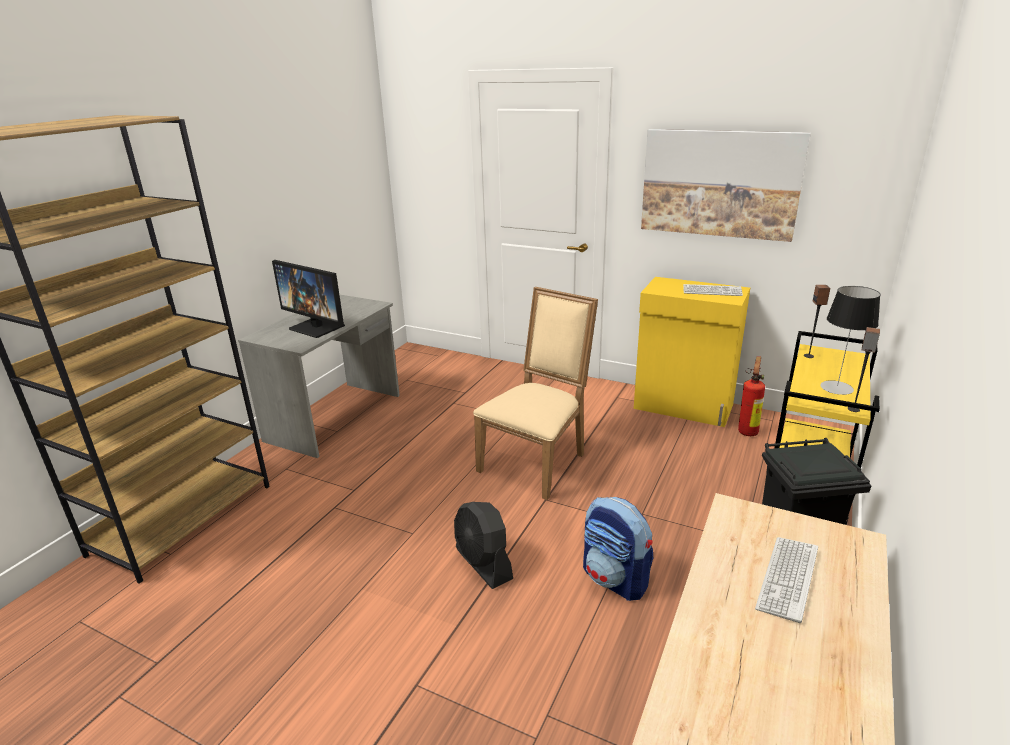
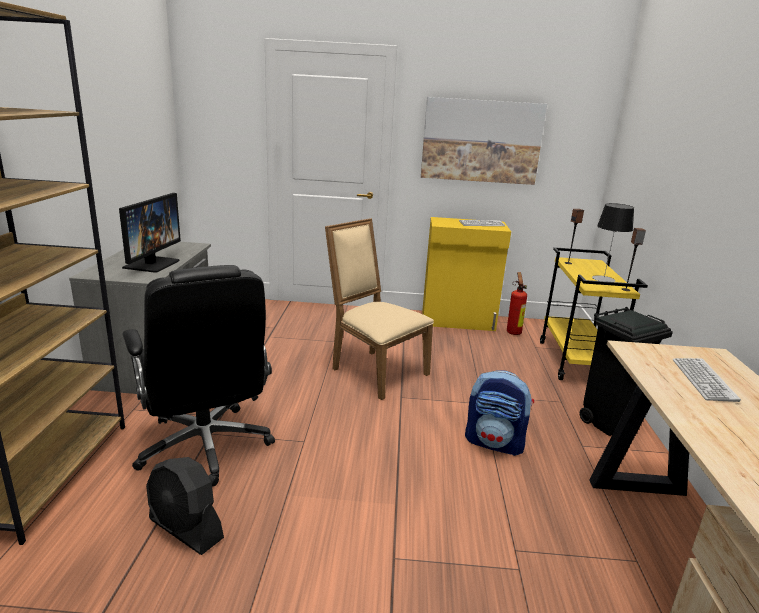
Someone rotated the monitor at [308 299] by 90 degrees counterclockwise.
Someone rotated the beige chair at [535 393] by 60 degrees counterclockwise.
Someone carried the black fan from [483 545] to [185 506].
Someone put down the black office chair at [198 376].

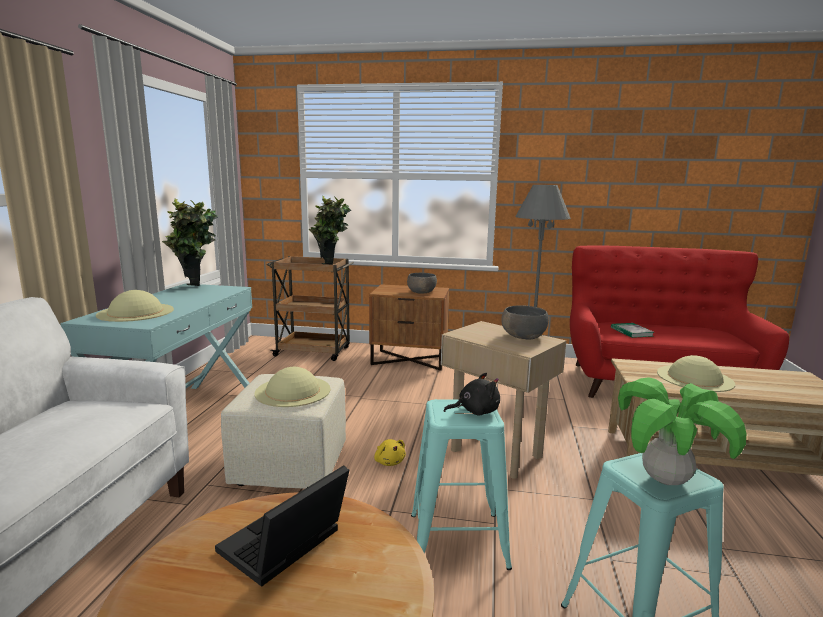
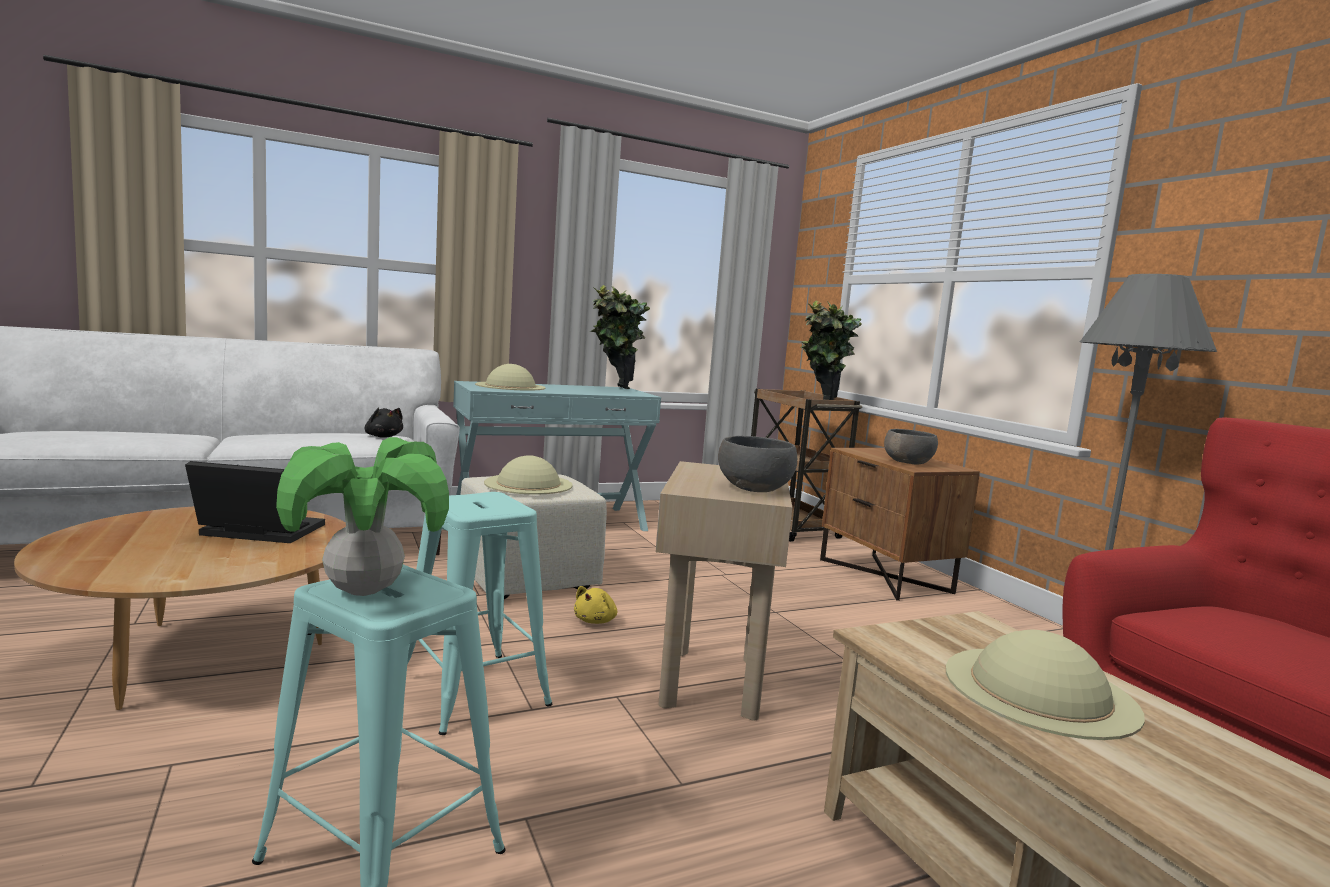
Someone took away the book at [632 330].
Someone carried the black plush toy from [472 394] to [384 423].

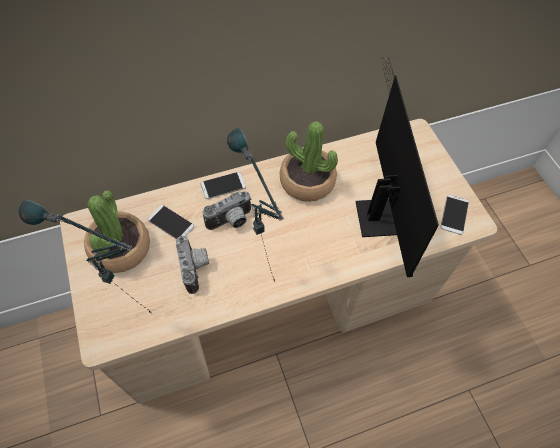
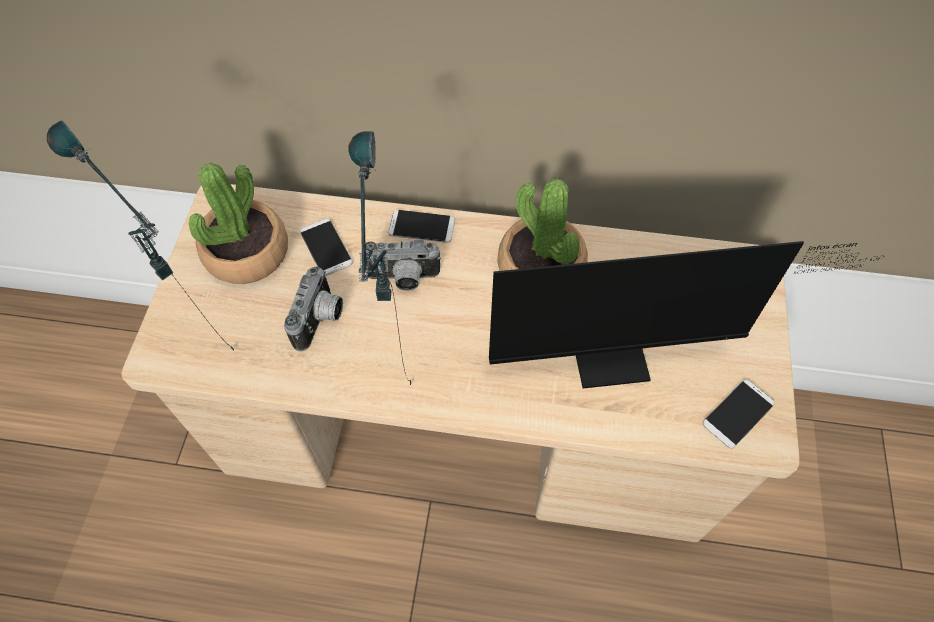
Someone rotated the monitor at [397 166] by 60 degrees clockwise.

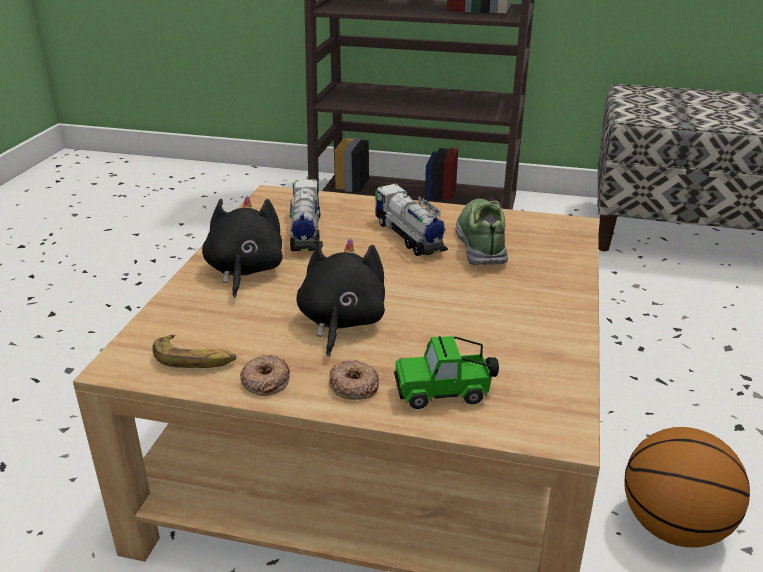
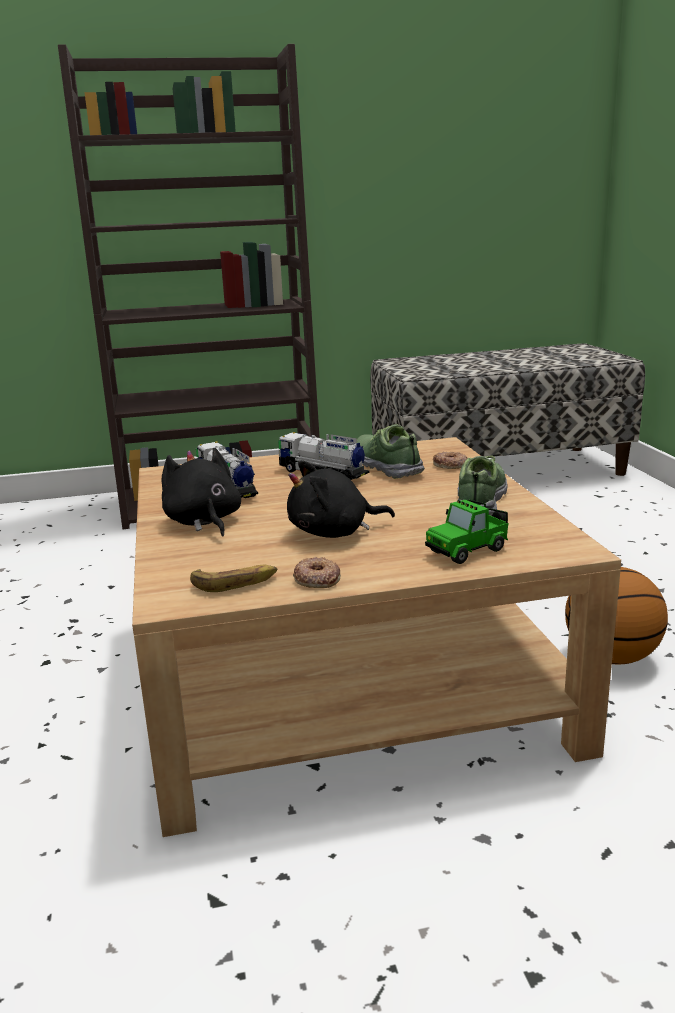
Someone rotated the black plush toy at [340 298] by 90 degrees counterclockwise.
Someone carried the donut from [354 380] to [450 460].
Someone put down the shoe at [482 485].

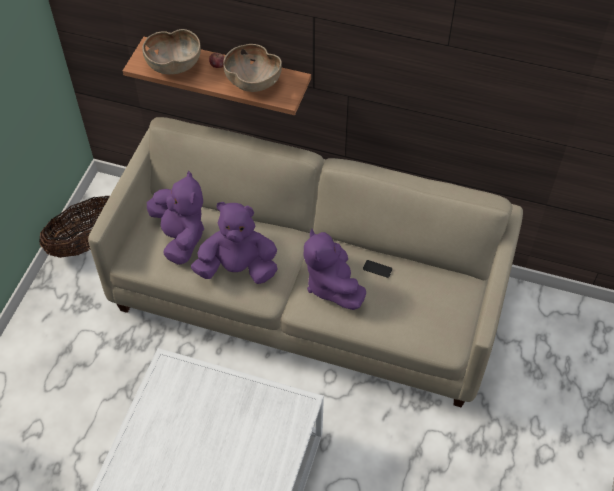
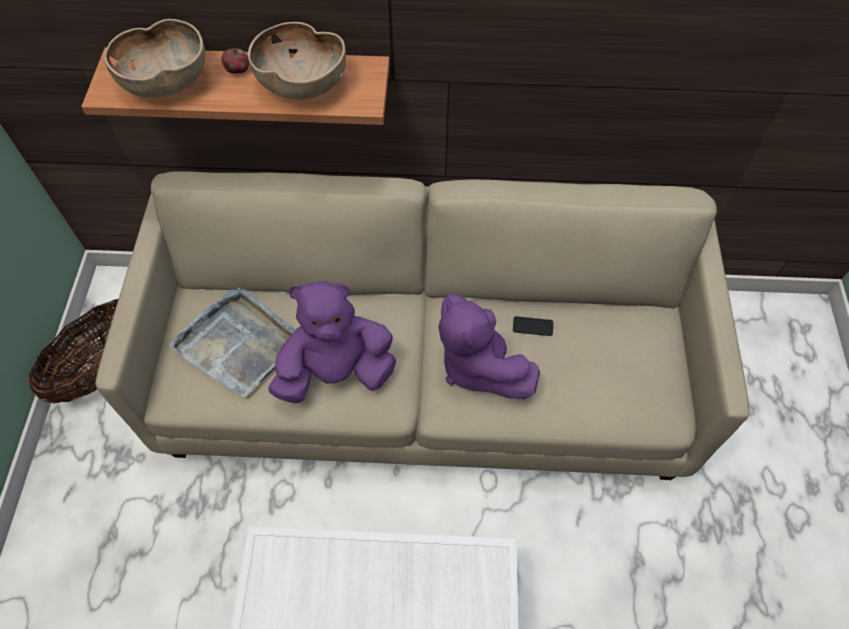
Someone swapped the purple plush toy at [175 218] for the grey tray at [232 342].

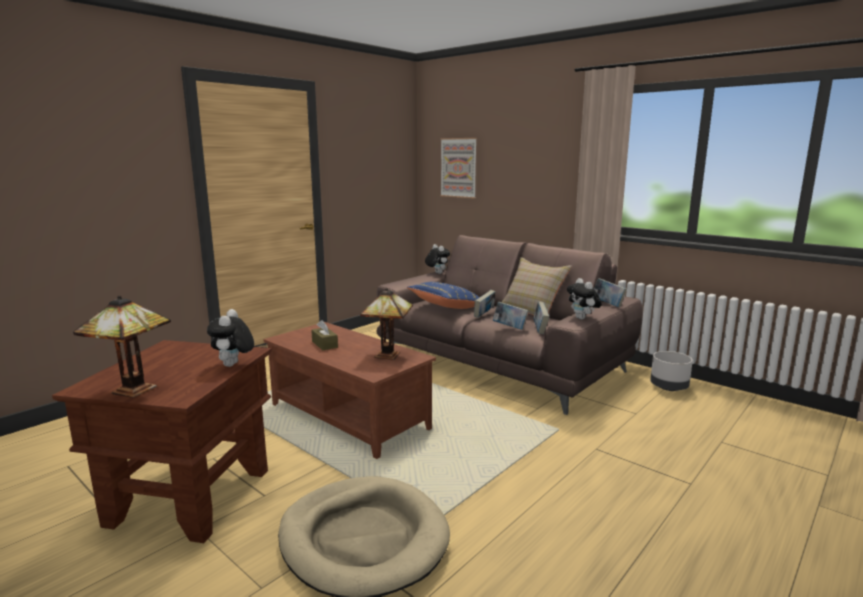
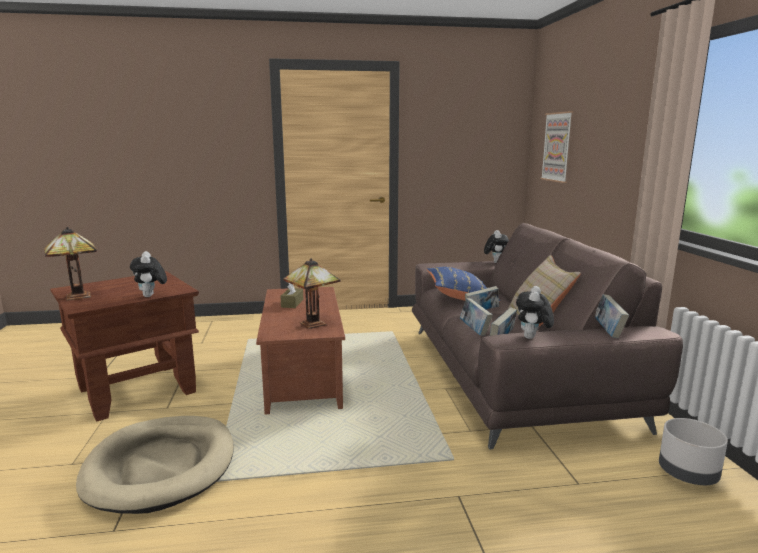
Someone rotated the plush toy at [230 338] by 60 degrees counterclockwise.

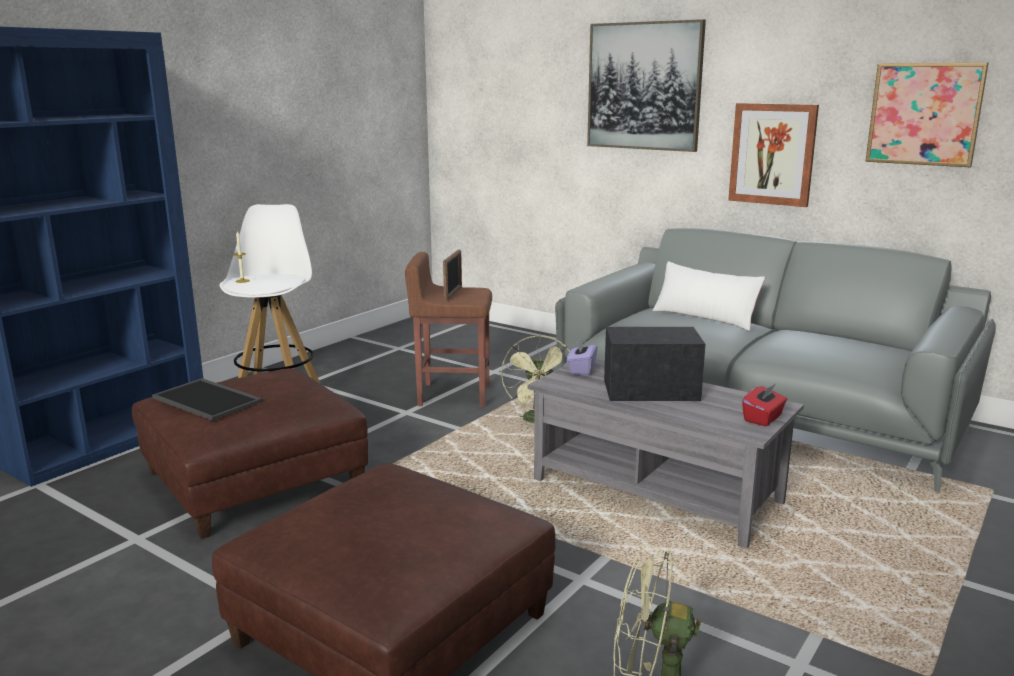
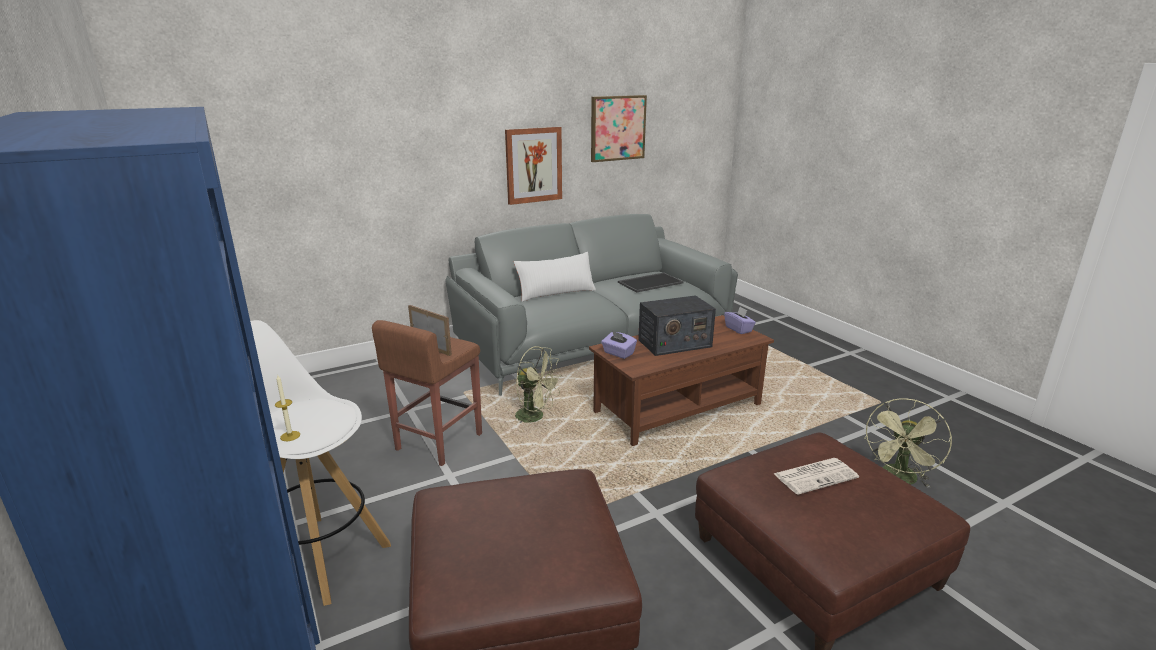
Someone took away the picture at [646 85].
Someone rotated the radio at [654 364] by 135 degrees counterclockwise.
Someone repainted the grey coffee table at [665 454], which became the brown coffee table at [681 380].
Someone carried the tray from [207 399] to [651 282].
Someone repainted the red tissue box at [764 405], which became the purple tissue box at [740 320].
Someone put down the newspaper at [816 476].

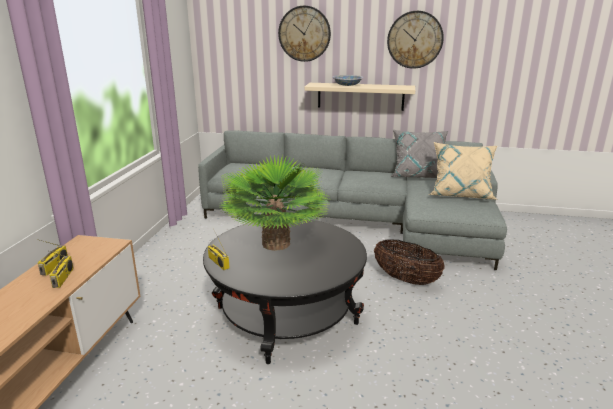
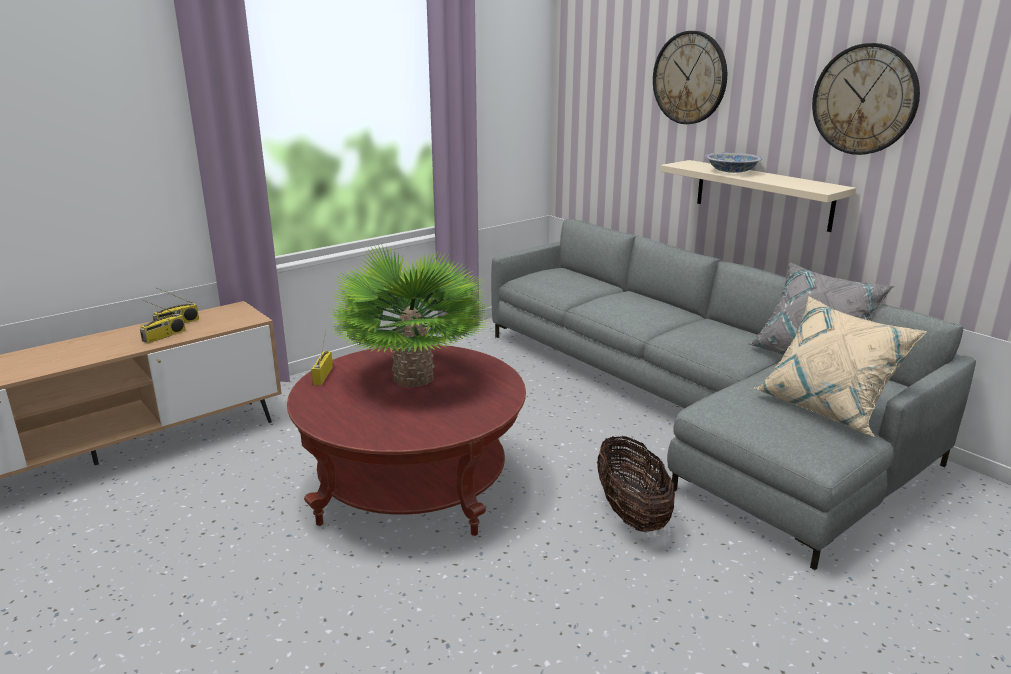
Someone repainted the black coffee table at [285 291], which became the red coffee table at [406 440].

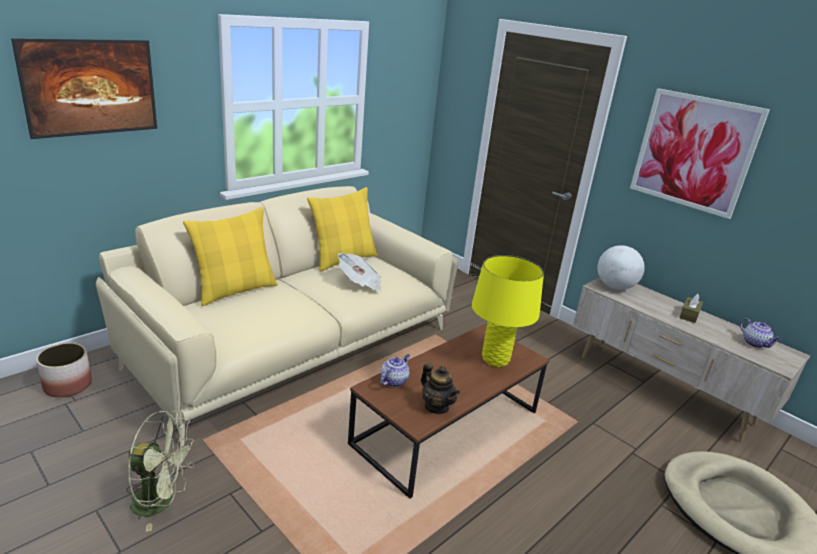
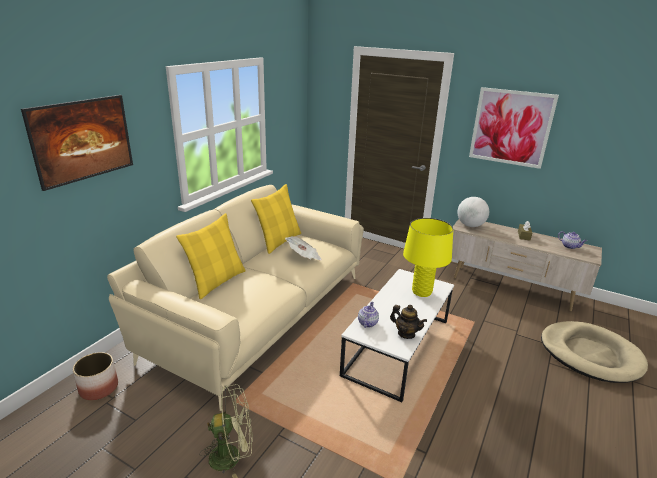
Someone repainted the brown coffee table at [449 411], which became the white coffee table at [397 335].

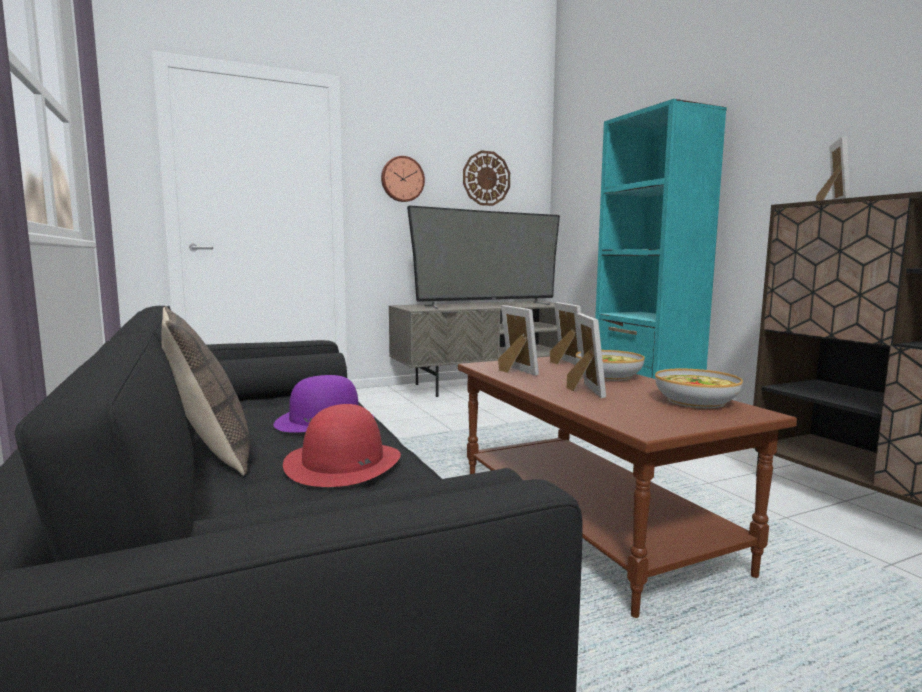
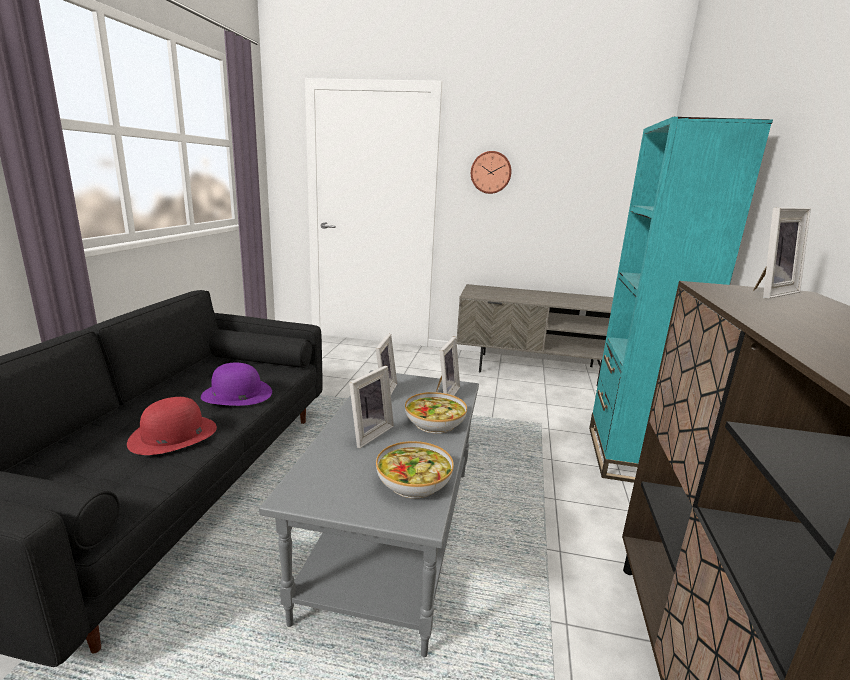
Someone took away the wall clock at [486 178].
Someone took away the television at [483 257].
Someone took away the pillow at [205 391].
Someone repainted the brown coffee table at [627 487], which became the grey coffee table at [369 513].

